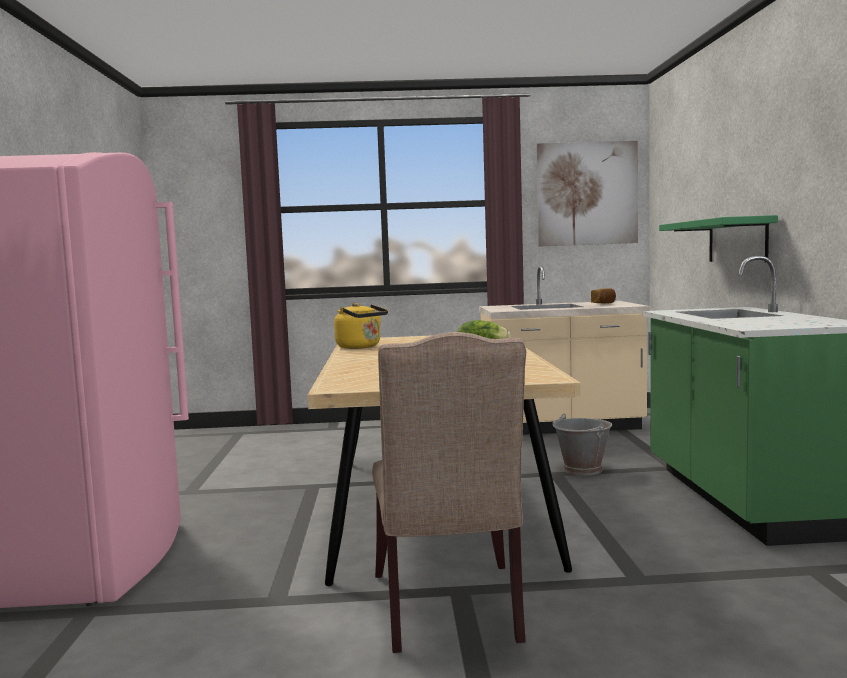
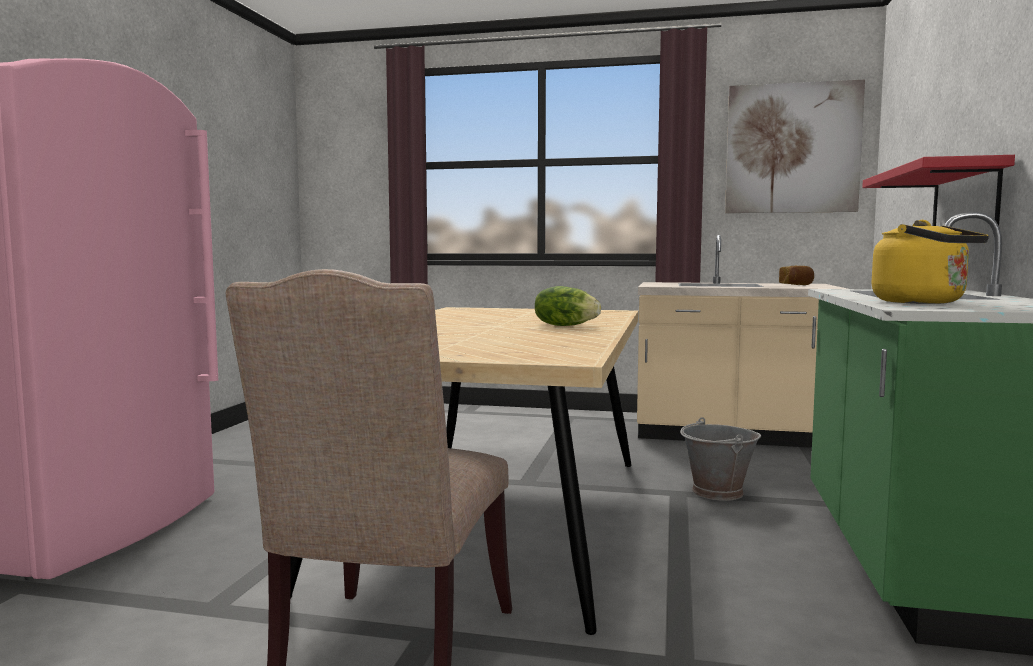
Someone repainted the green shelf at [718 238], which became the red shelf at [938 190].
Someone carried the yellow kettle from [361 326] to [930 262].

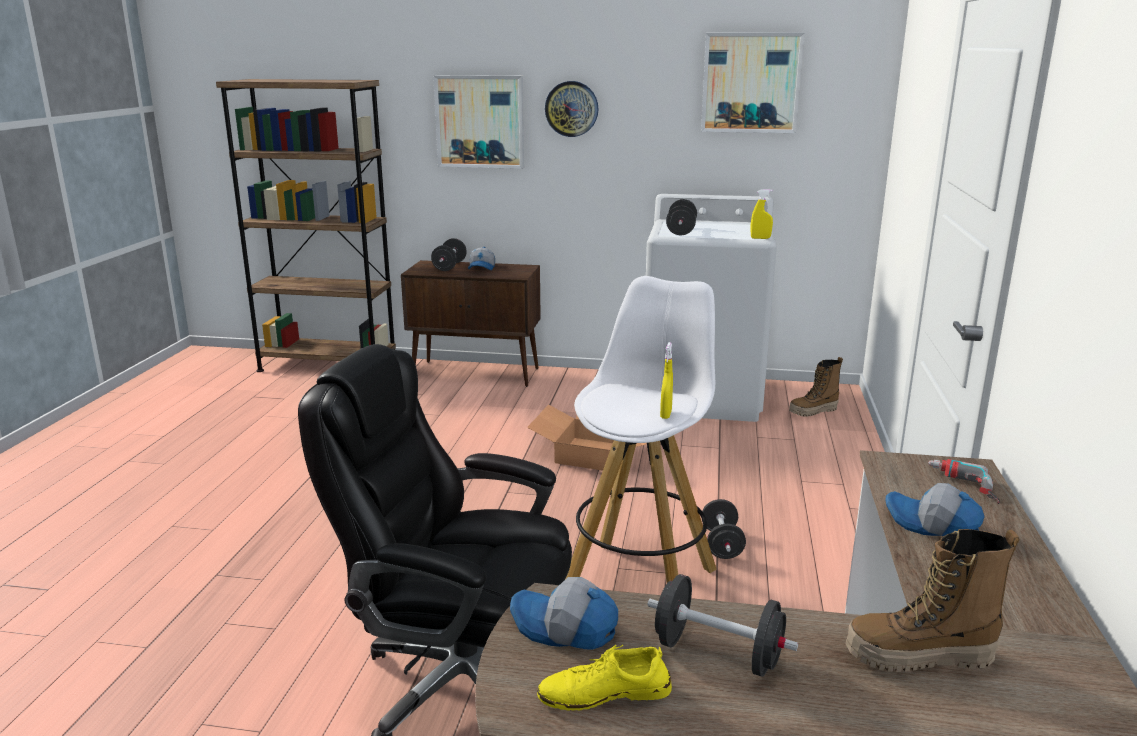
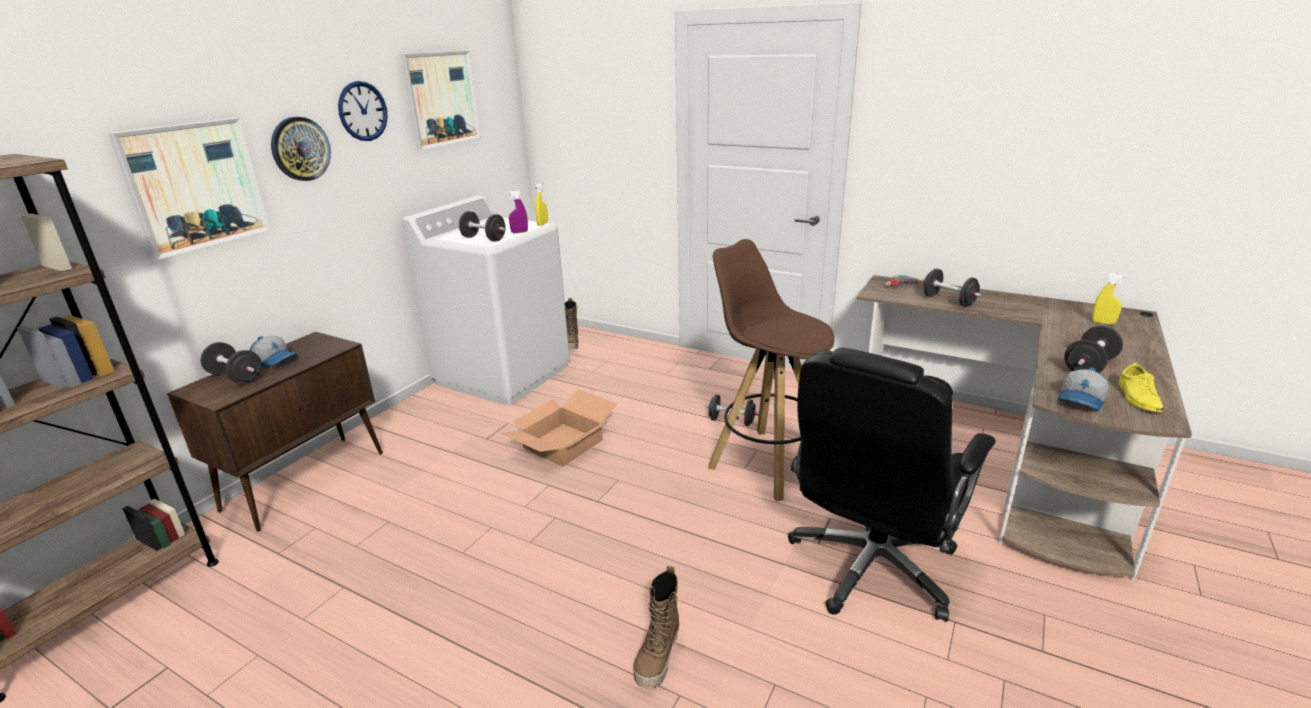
Someone repainted the white stool at [641 429], which became the brown stool at [771 370].
Someone carried the yellow spray bottle from [666 380] to [1109 299].
Someone swapped the cap at [935 509] for the black dumbbell at [951 288].
Someone carried the boot from [932 600] to [656 627].
Someone put up the wall clock at [363 111].
Someone put down the purple spray bottle at [518 211].

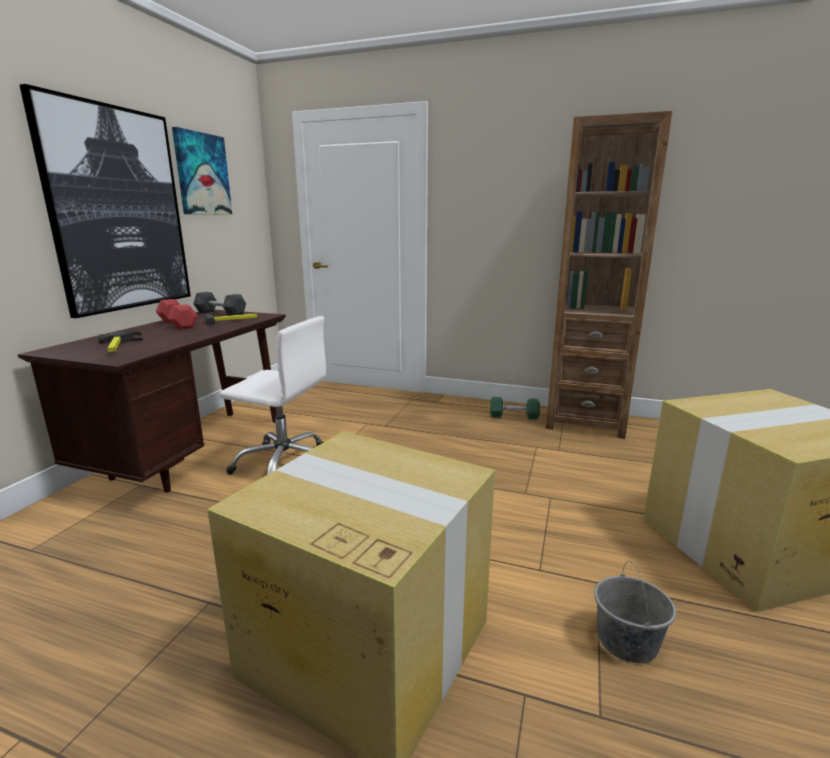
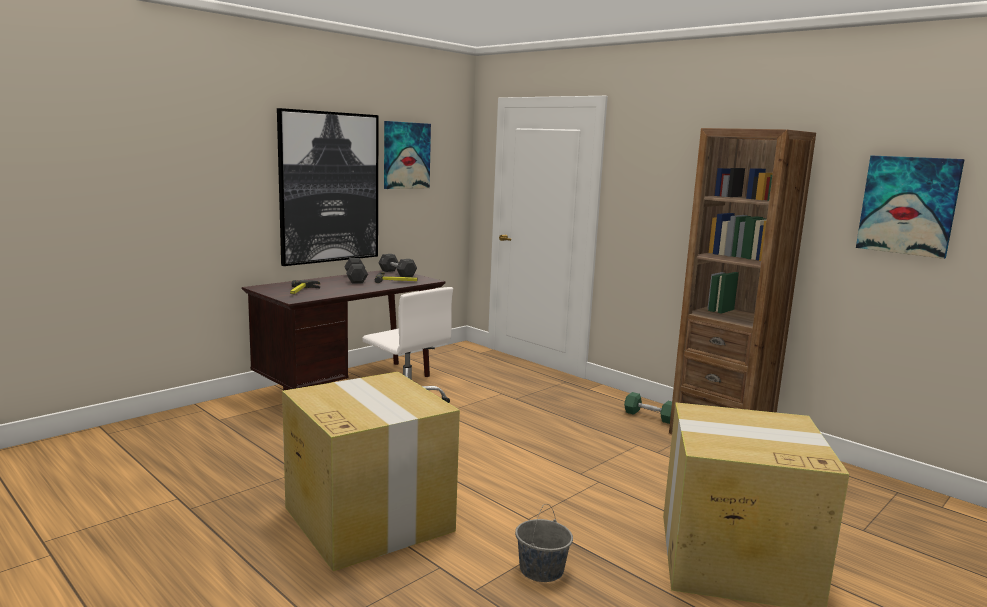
Someone repainted the red dumbbell at [177 314], which became the grey dumbbell at [356 271].
Someone put up the picture at [910 207].

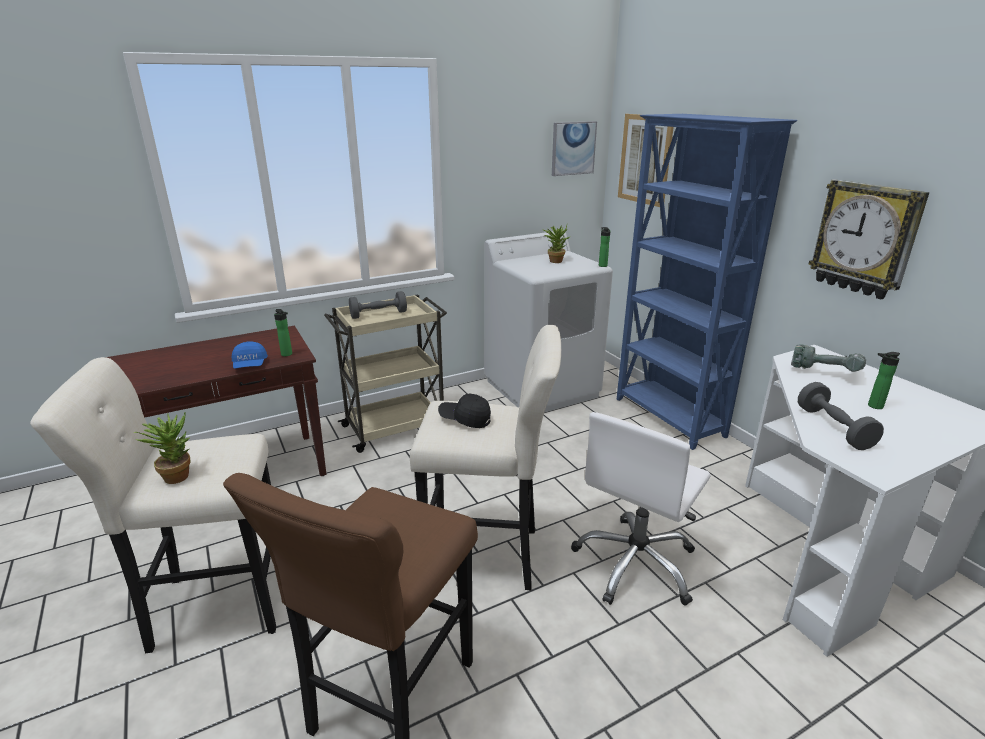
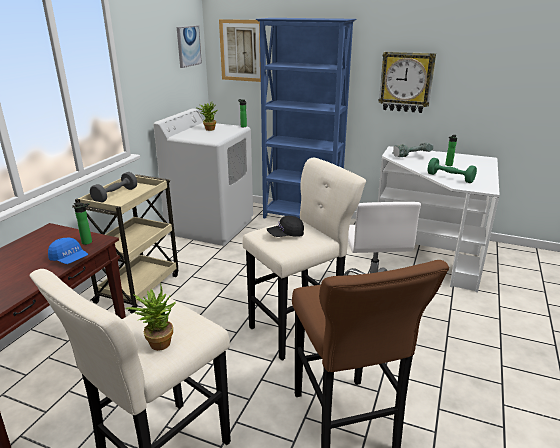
Someone repainted the grey dumbbell at [841 416], which became the green dumbbell at [452 170].

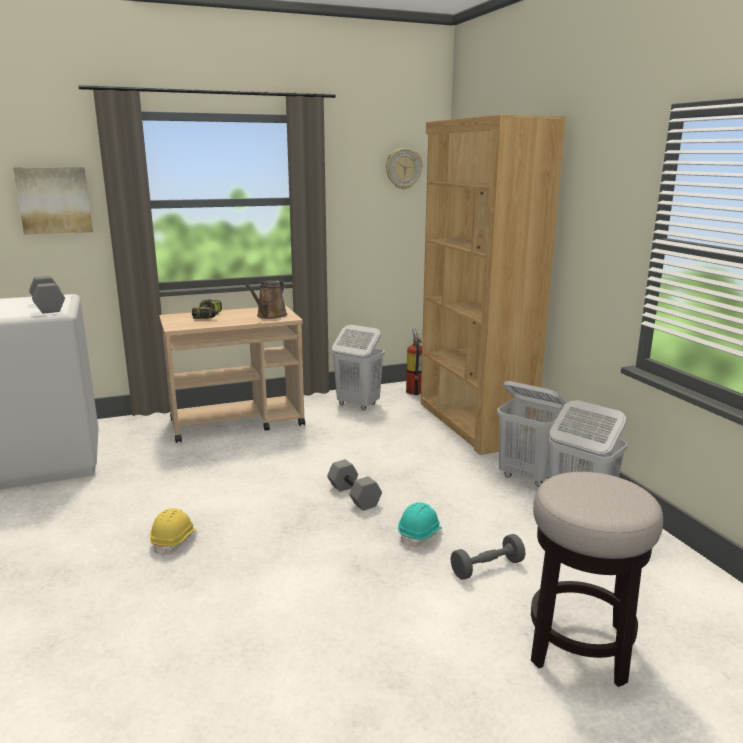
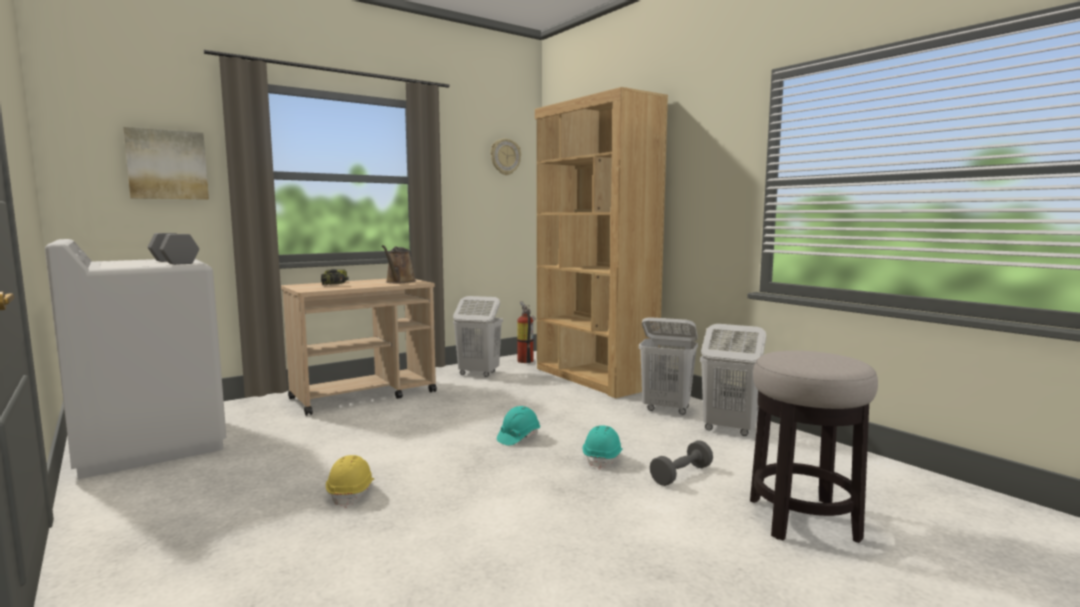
Someone swapped the grey dumbbell at [354 485] for the turquoise hard hat at [518 425].

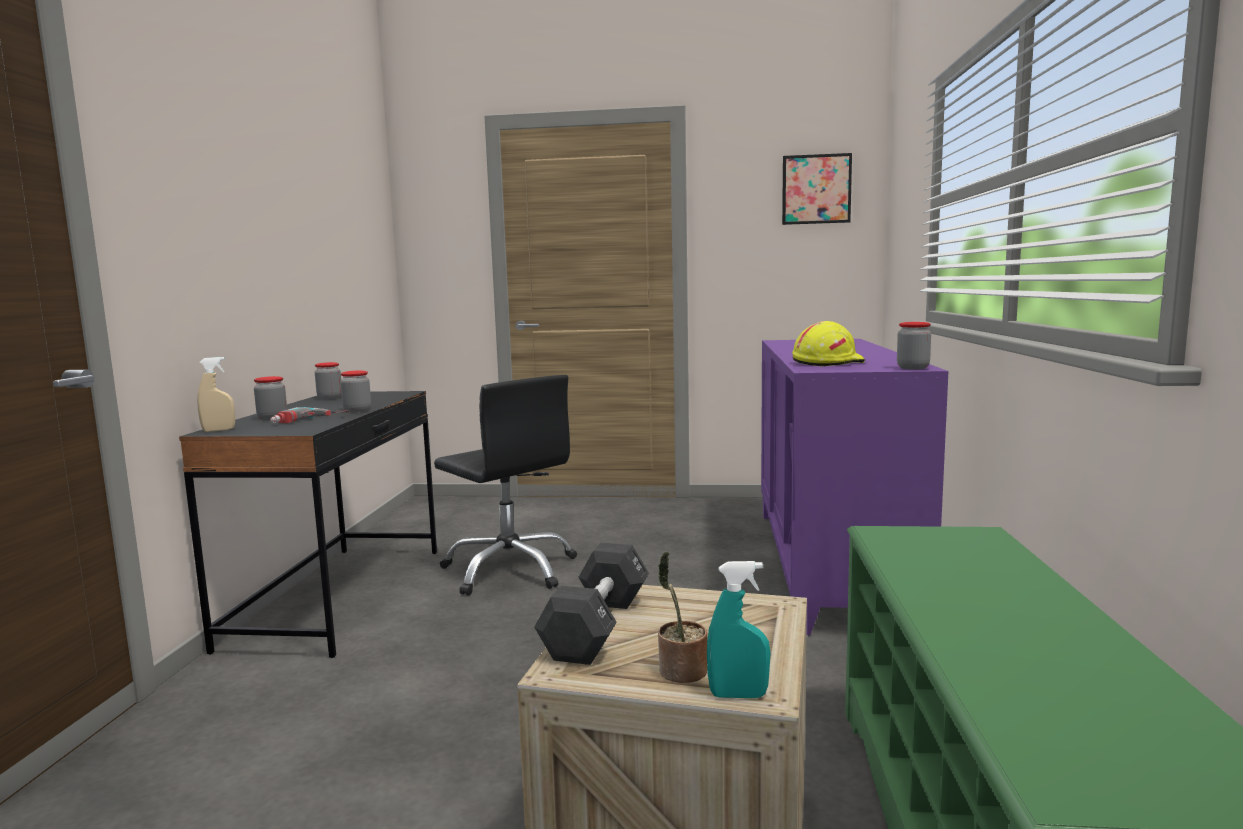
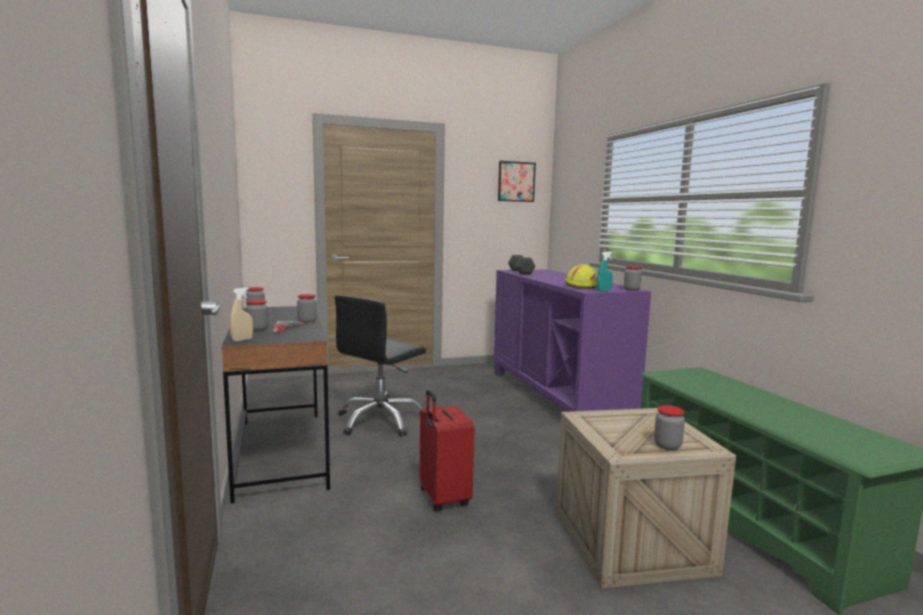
Someone rotated the black office chair at [505 485] by 105 degrees clockwise.
Someone carried the black dumbbell from [591 604] to [522 264].
Someone swapped the potted plant at [682 617] for the jar at [669 427].
Someone carried the turquoise spray bottle from [739 629] to [605 272].
Someone put down the red suitcase at [447 450].

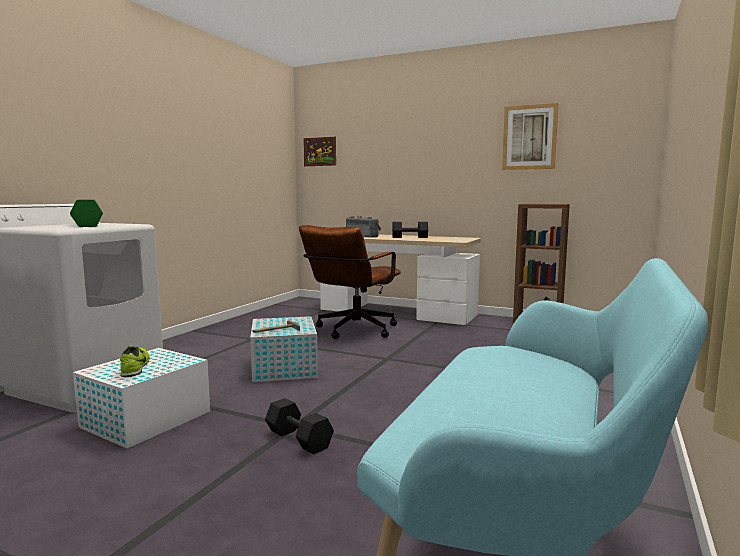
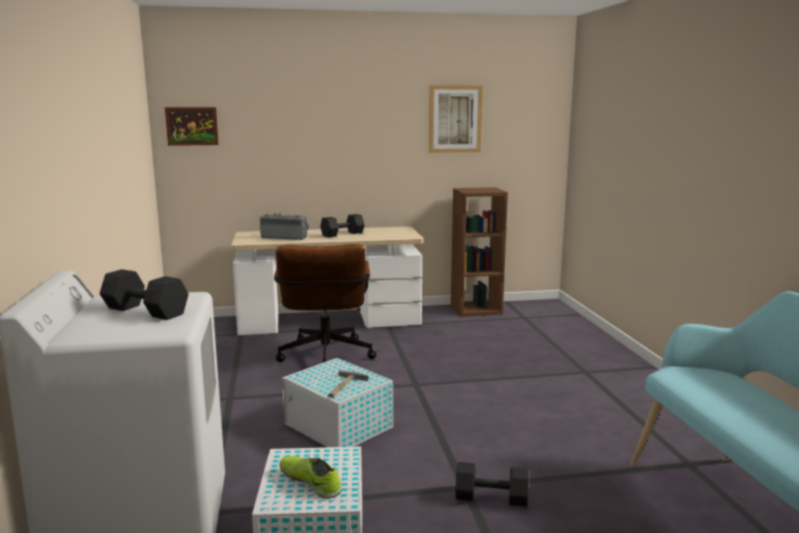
Someone repainted the green dumbbell at [86 213], which became the black dumbbell at [144 294].

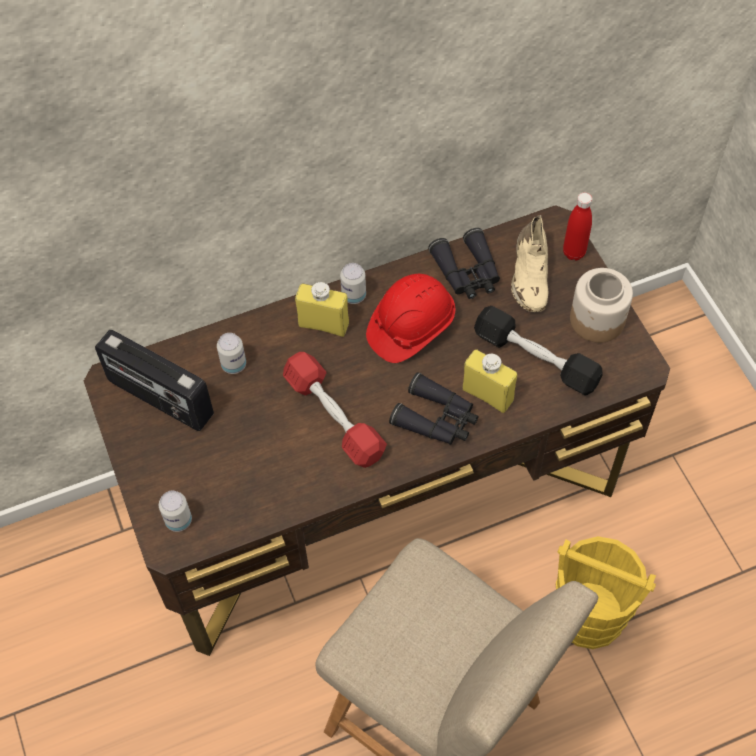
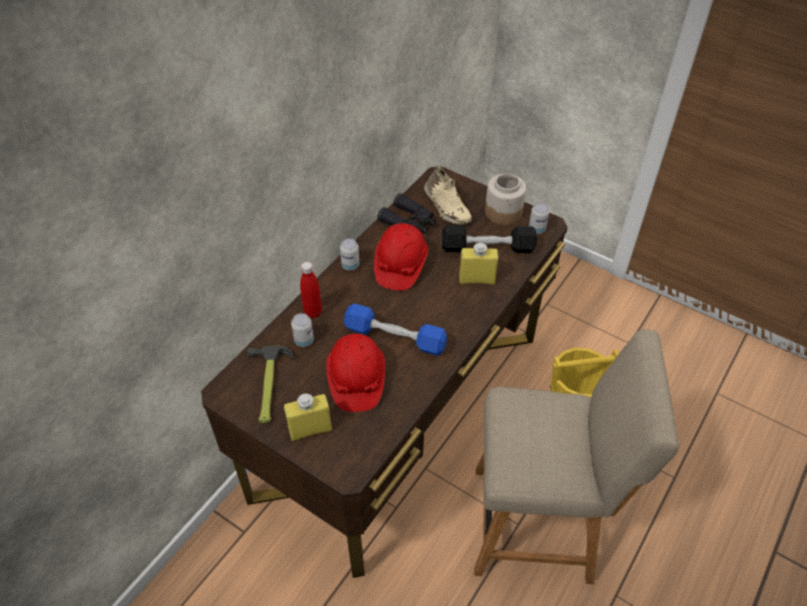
Someone carried the red bottle from [577 227] to [311 290].
Someone carried the yellow bottle from [322 309] to [308 417].
Someone swapped the radio at [154 380] for the hammer at [270 384].
Someone repainted the red dumbbell at [335 410], which became the blue dumbbell at [395 329].
Someone took away the black binoculars at [434 408].
Someone carried the can from [175 511] to [539 218].
Someone put down the red hard hat at [355 373].

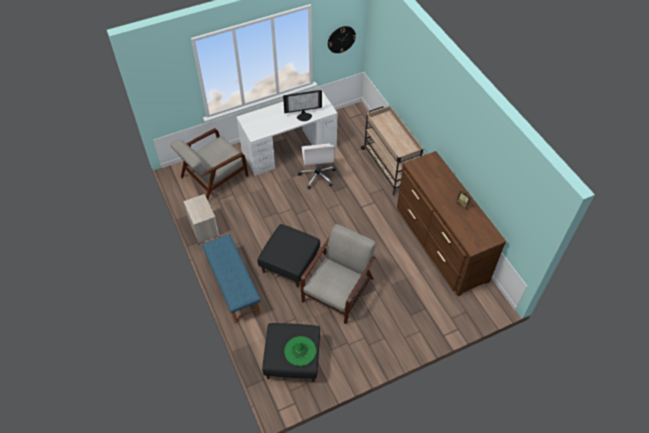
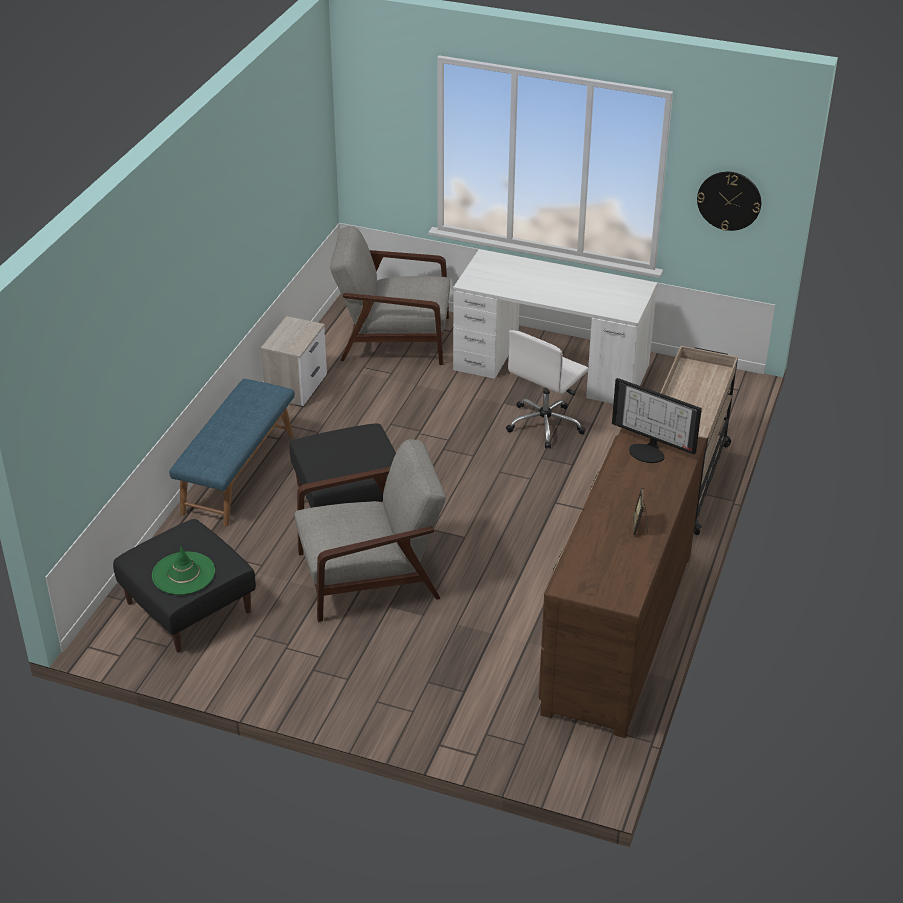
Someone carried the monitor from [302 105] to [657 420].

